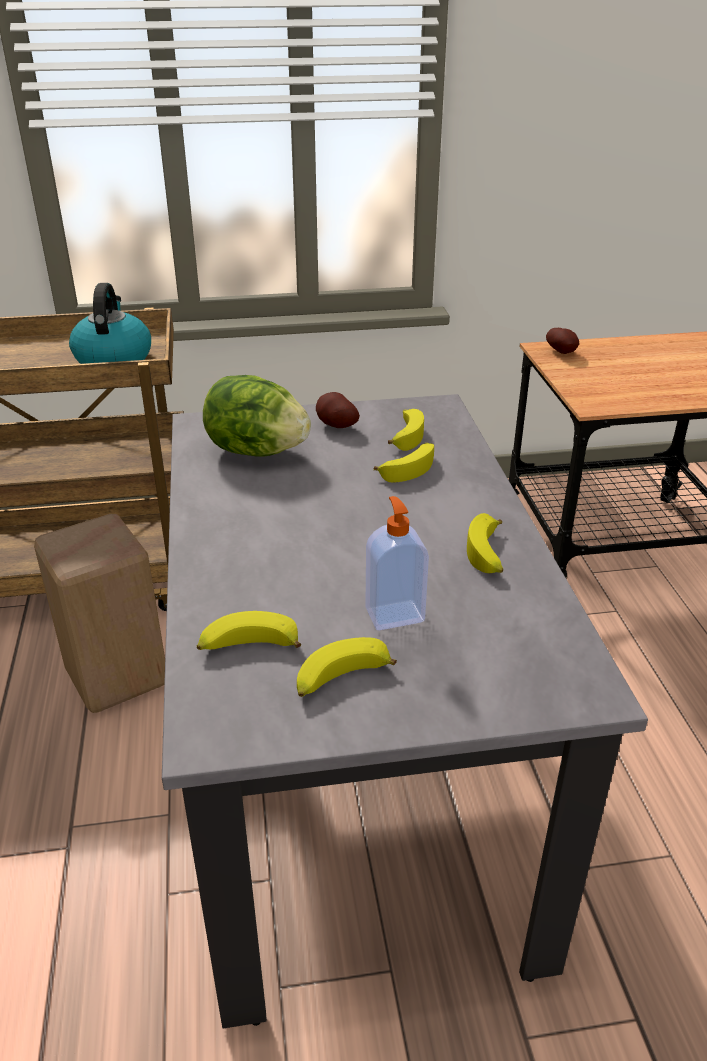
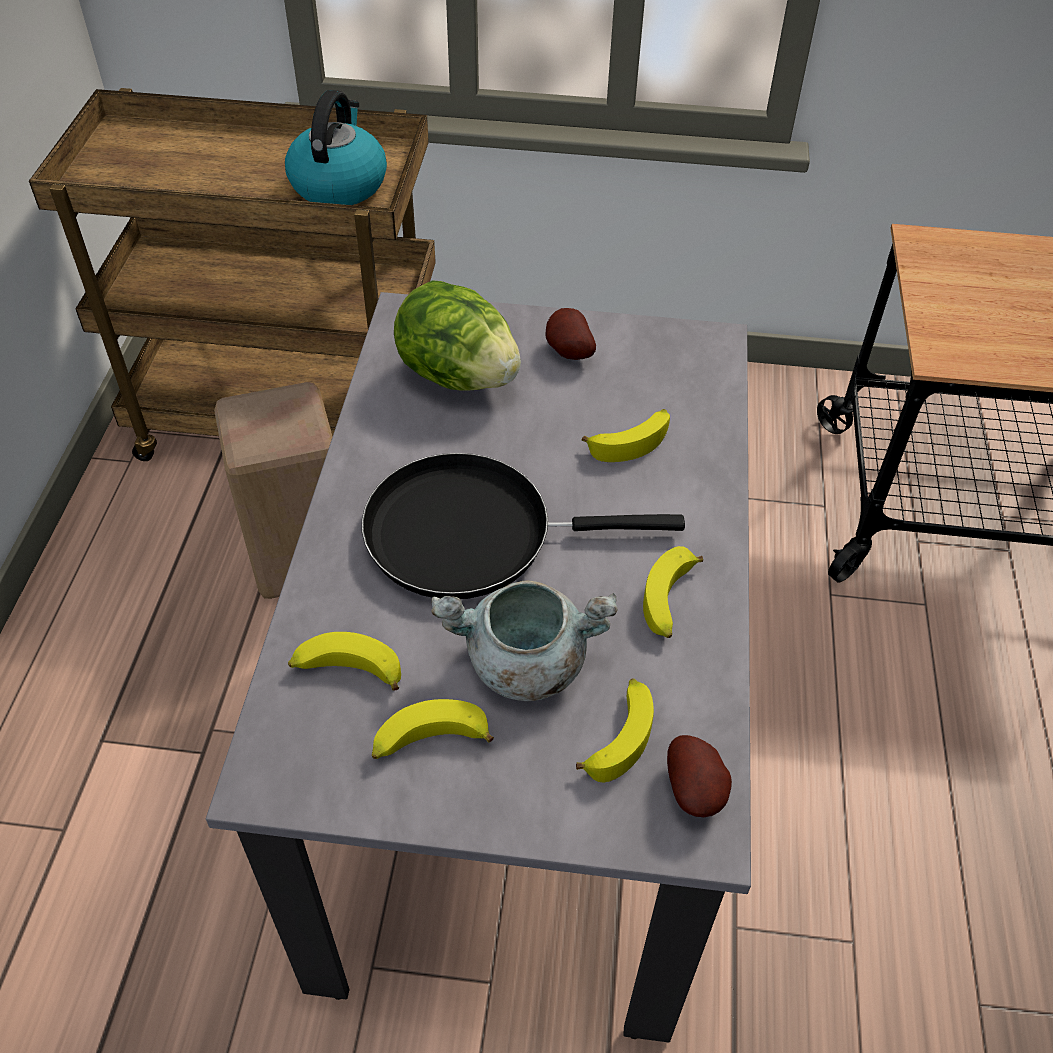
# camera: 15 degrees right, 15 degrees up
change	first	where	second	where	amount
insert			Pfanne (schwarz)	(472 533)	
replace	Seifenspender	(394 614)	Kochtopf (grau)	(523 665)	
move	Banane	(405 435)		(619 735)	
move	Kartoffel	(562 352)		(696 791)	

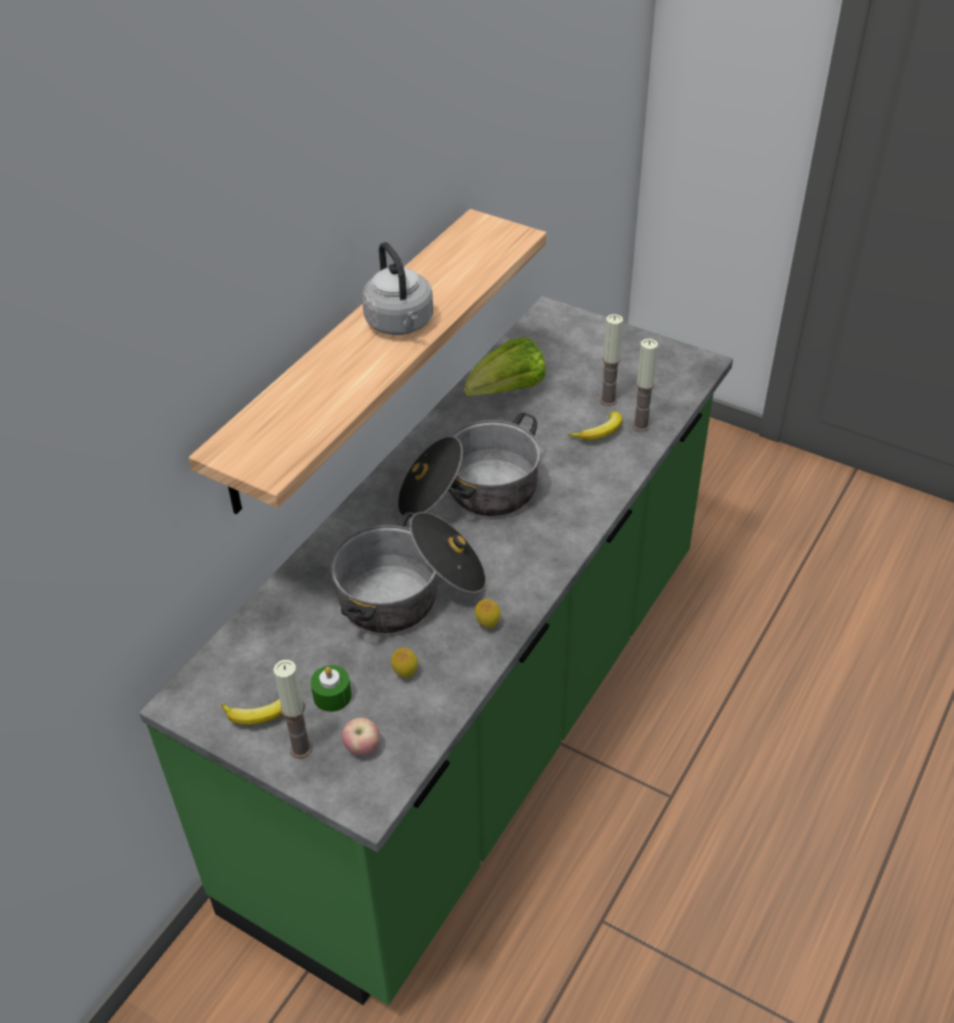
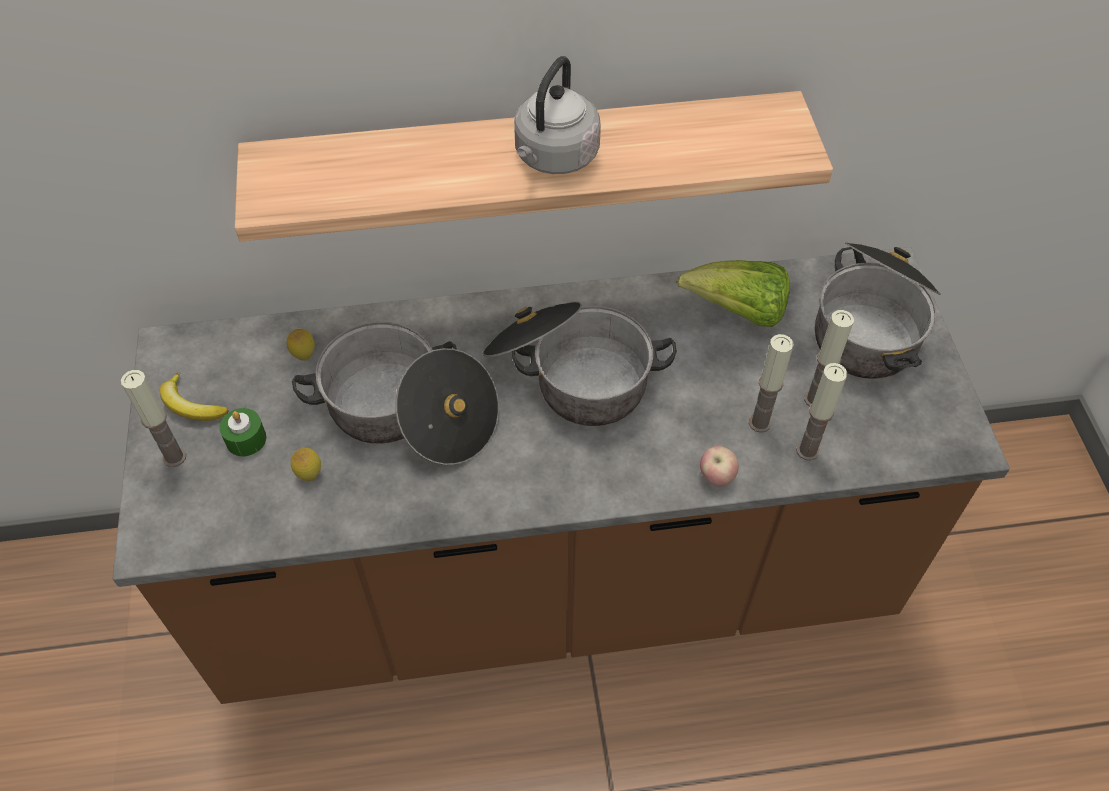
# camera: 50 degrees right, 10 degrees up
change	first	where	second	where	amount
recolor	Küchenzeile (grün)	(481 725)	Küchenzeile (braun)	(554 582)	
move	Zitrone	(487 625)		(304 355)	
move	Apfel	(362 748)		(716 476)	
replace	Banane	(600 432)	Kerze	(760 423)	
insert			Kochtopf	(871 325)	

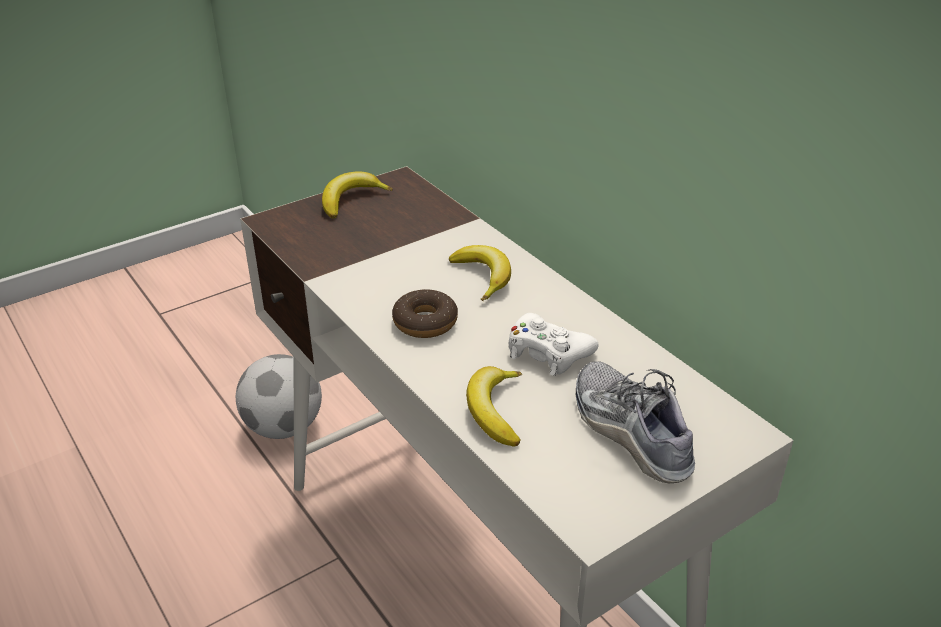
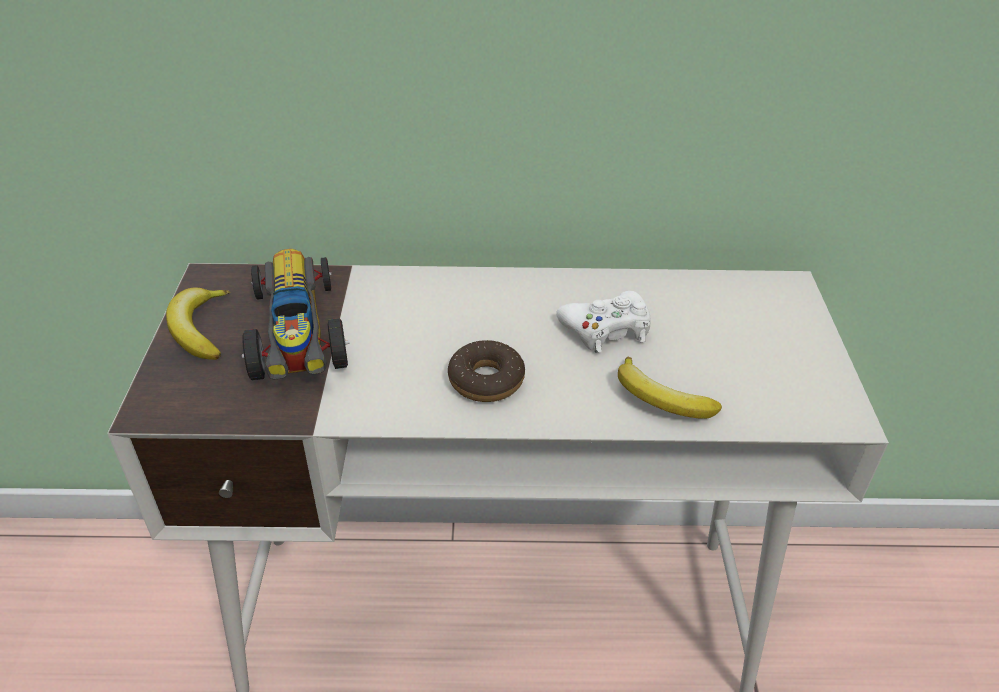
# camera: 55 degrees left, 5 degrees up
change	first	where	second	where	amount
insert			Spielzeugauto	(297 336)	
delete	Fußball	(284 427)			
delete	Banane	(483 277)			
delete	Schuh	(630 432)			

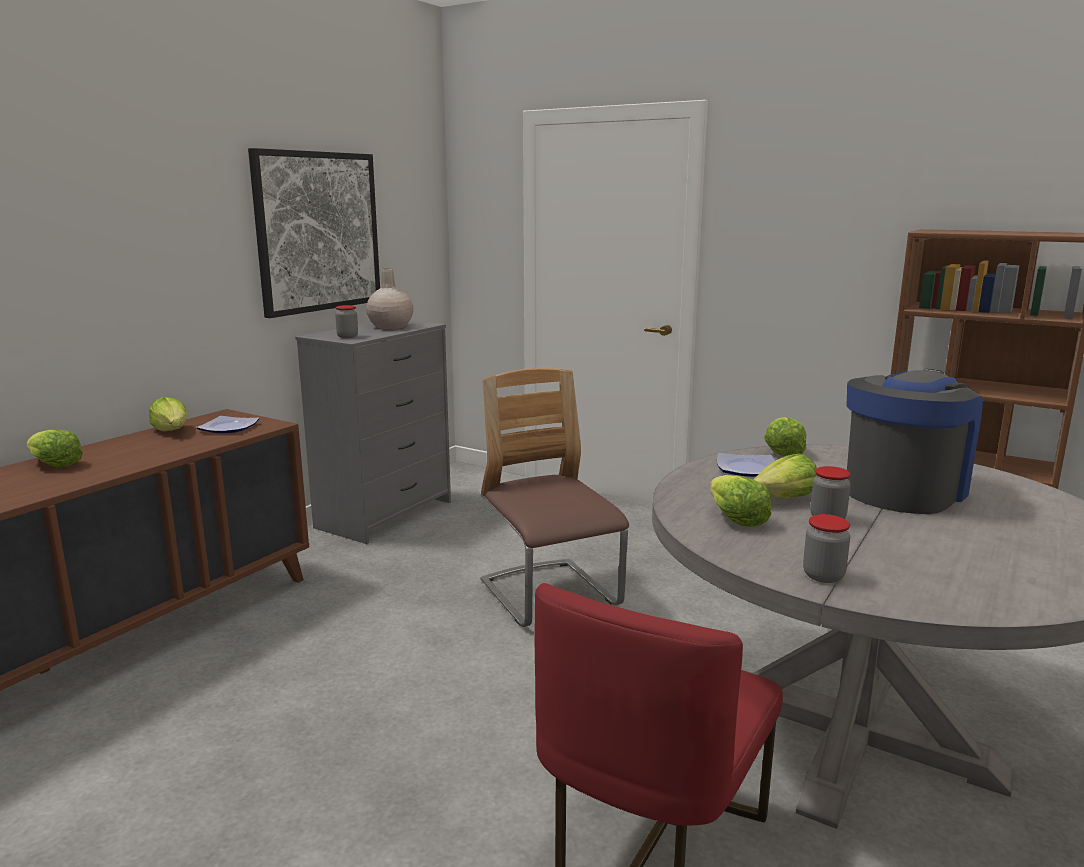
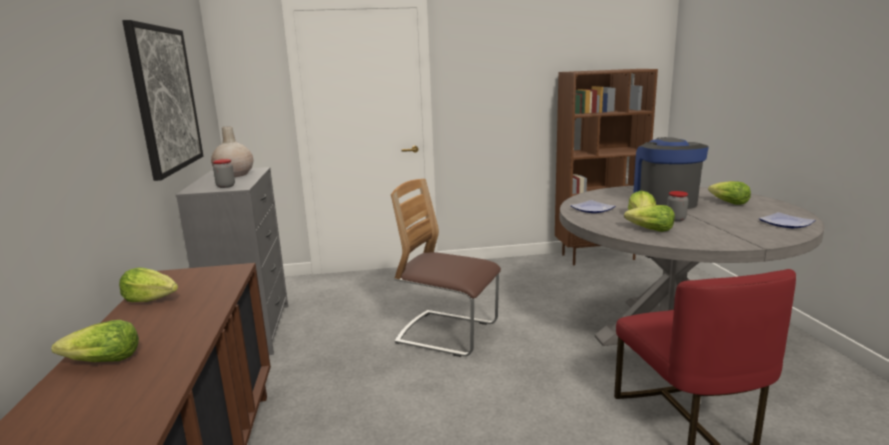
# camera: 40 degrees left, 0 degrees up
change	first	where	second	where	amount
move	Salatkopf	(782 451)		(728 203)	
move	Teller	(228 428)		(784 223)	
delete	Vorratsglas	(823 576)			

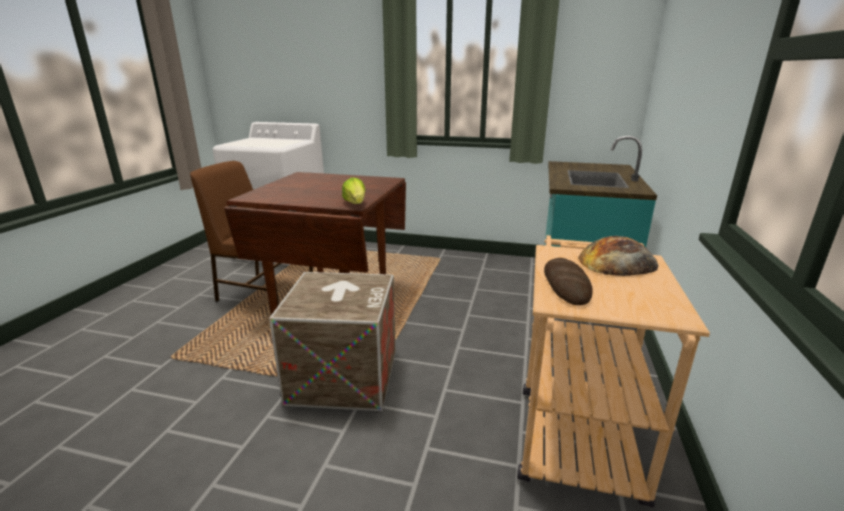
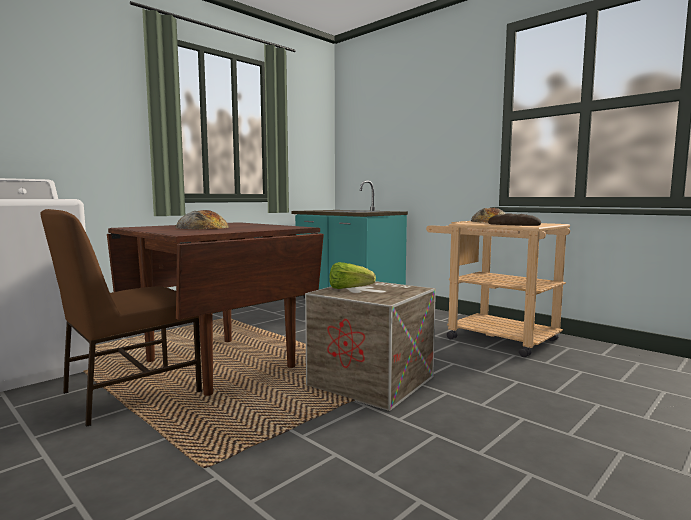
# camera: 60 degrees left, 15 degrees down
change	first	where	second	where	amount
insert			Brot	(202 227)	
move	Salatkopf	(355 204)		(349 289)	

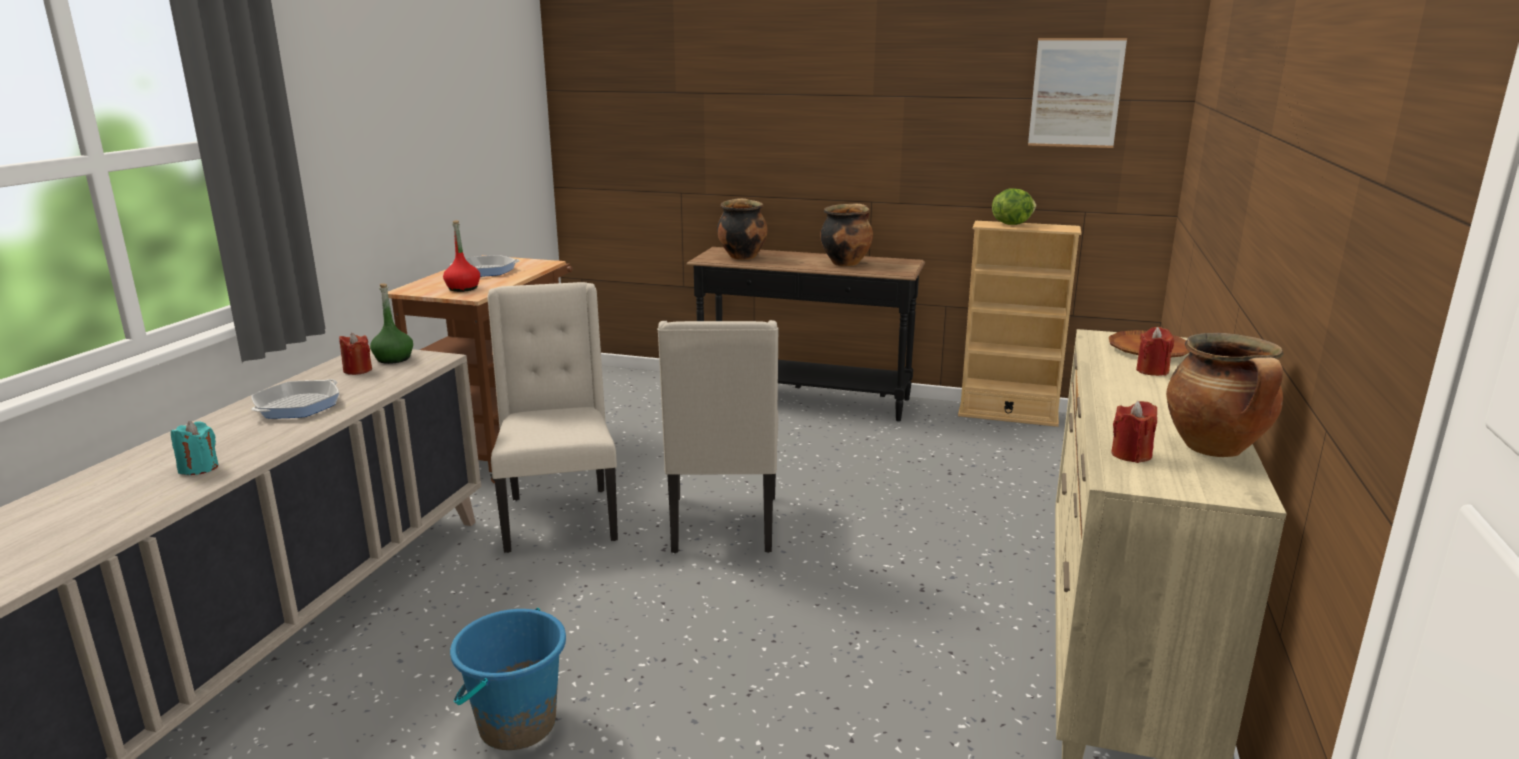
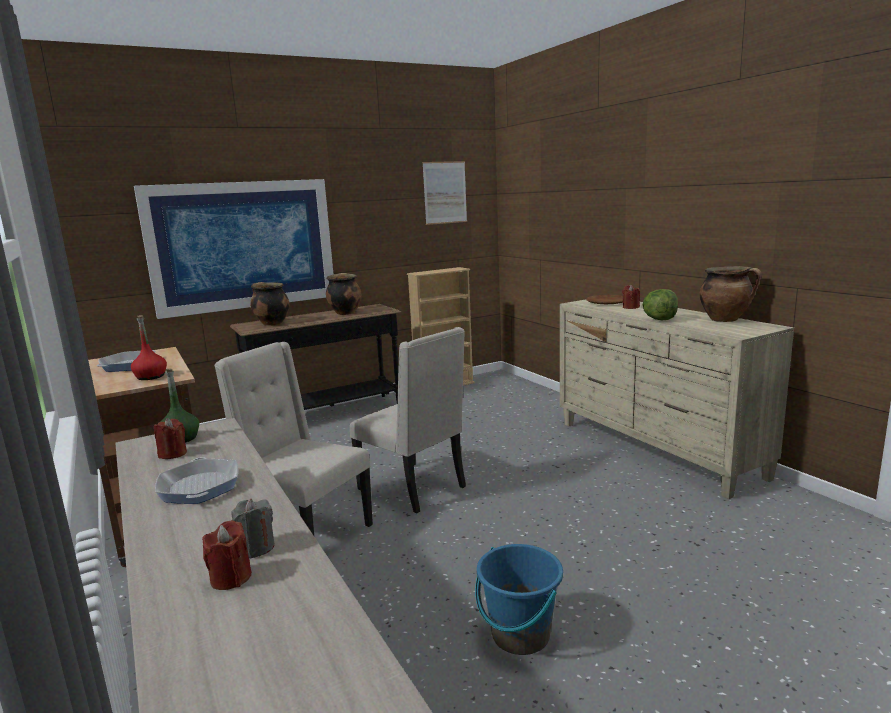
# camera: 45 degrees left, 5 degrees down
change	first	where	second	where	amount
insert			Bild	(242 245)	
move	Kerze (rot)	(1131 455)		(231 578)	
recolor	Kerze (türkis)	(199 468)	Kerze (grau)	(256 548)	
move	Salatkopf	(1011 224)		(660 319)	

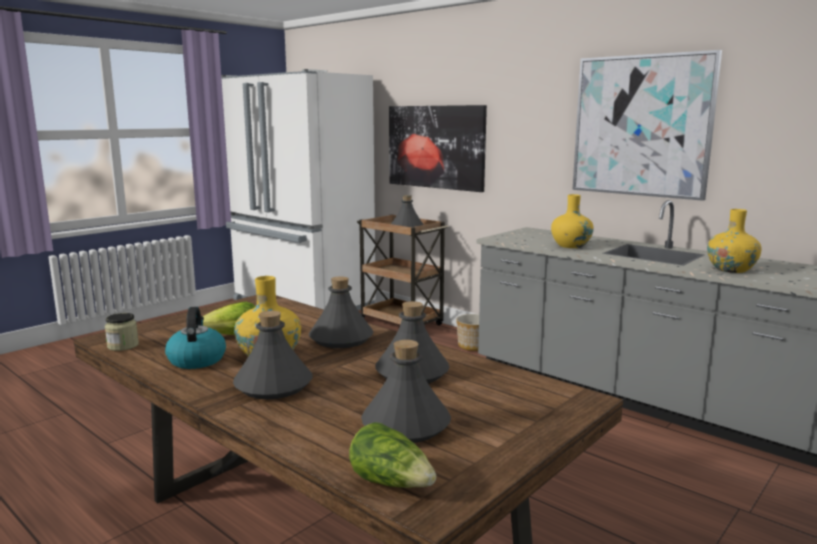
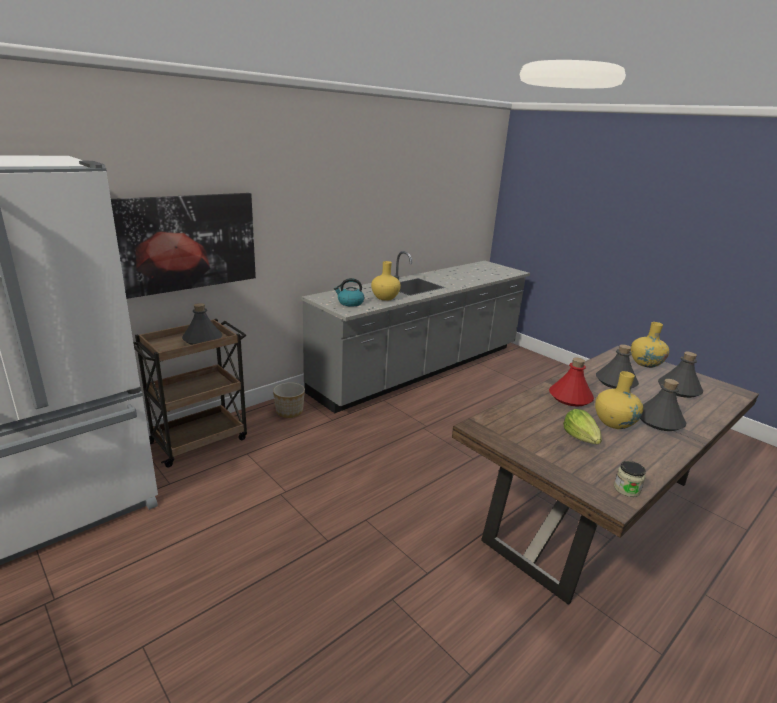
# camera: 85 degrees left, 10 degrees up
change	first	where	second	where	amount
move	Wasserkessel	(196 359)		(350 303)	
recolor	Flasche (grau)	(340 339)	Flasche (rot)	(570 398)	
move	Vase (gelb)	(731 269)		(645 363)	
delete	Salatkopf	(392 483)			
delete	Bild	(641 126)			

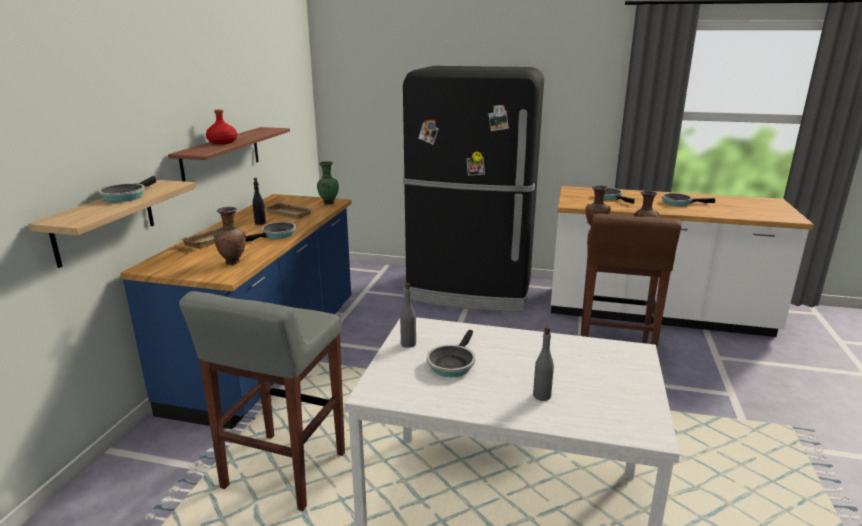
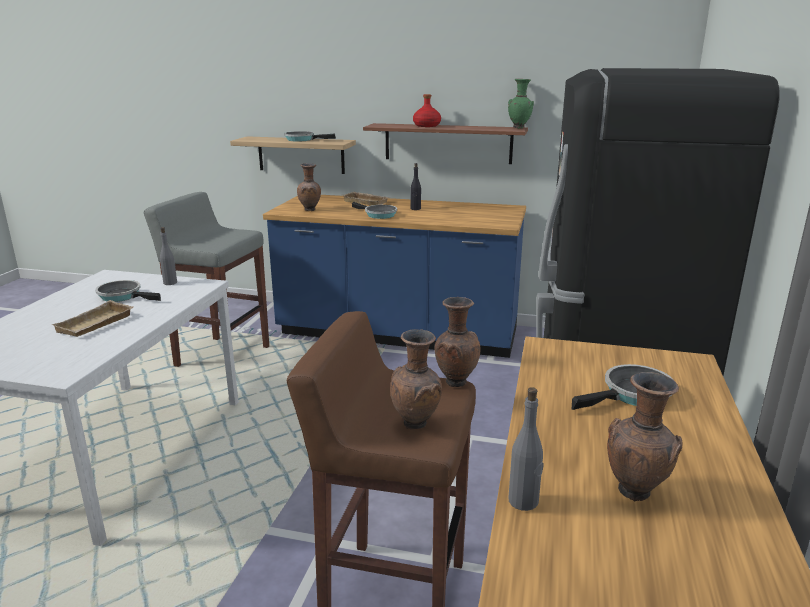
# camera: 90 degrees right, 0 degrees up
change	first	where	second	where	amount
move	Tablett (beige)	(290 213)		(96 325)	
move	Vase (grün)	(328 203)		(519 127)	
move	Flasche (grau)	(542 395)		(523 501)	
replace	Pfanne	(679 203)	Vase (braun)	(636 492)	

